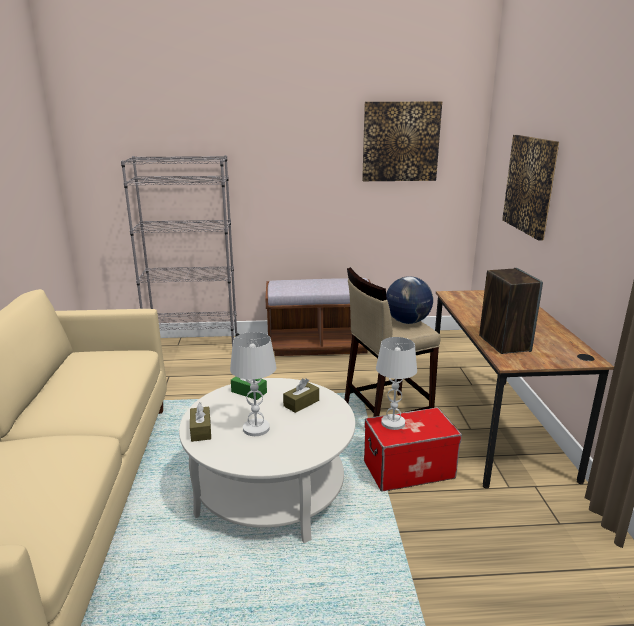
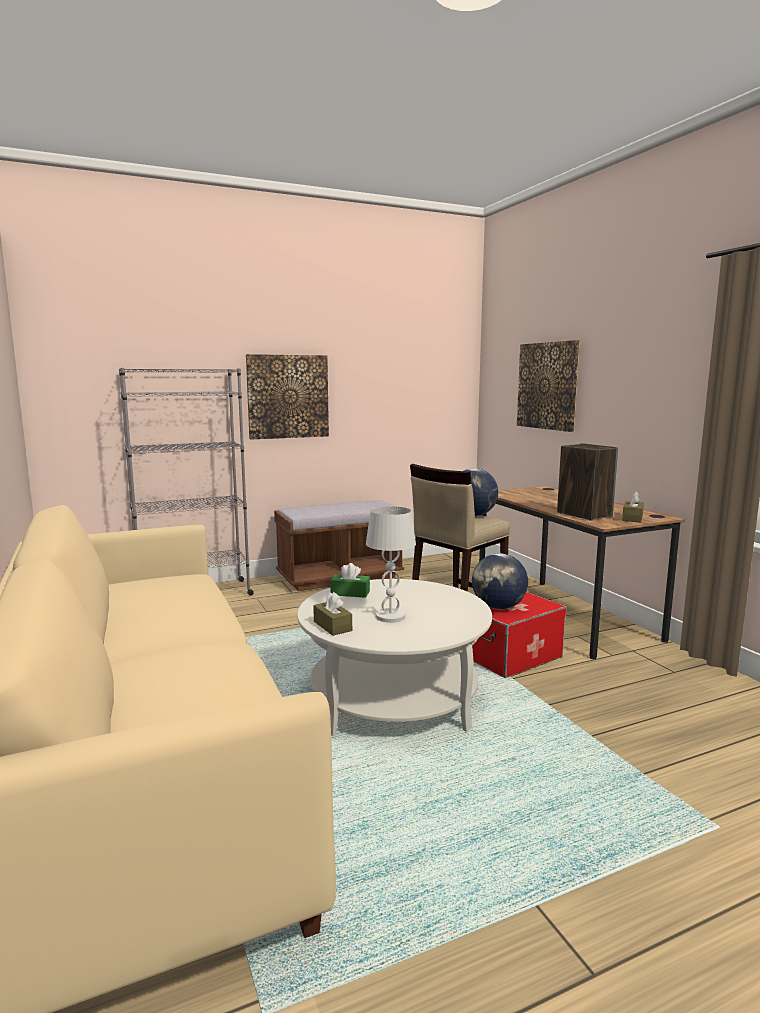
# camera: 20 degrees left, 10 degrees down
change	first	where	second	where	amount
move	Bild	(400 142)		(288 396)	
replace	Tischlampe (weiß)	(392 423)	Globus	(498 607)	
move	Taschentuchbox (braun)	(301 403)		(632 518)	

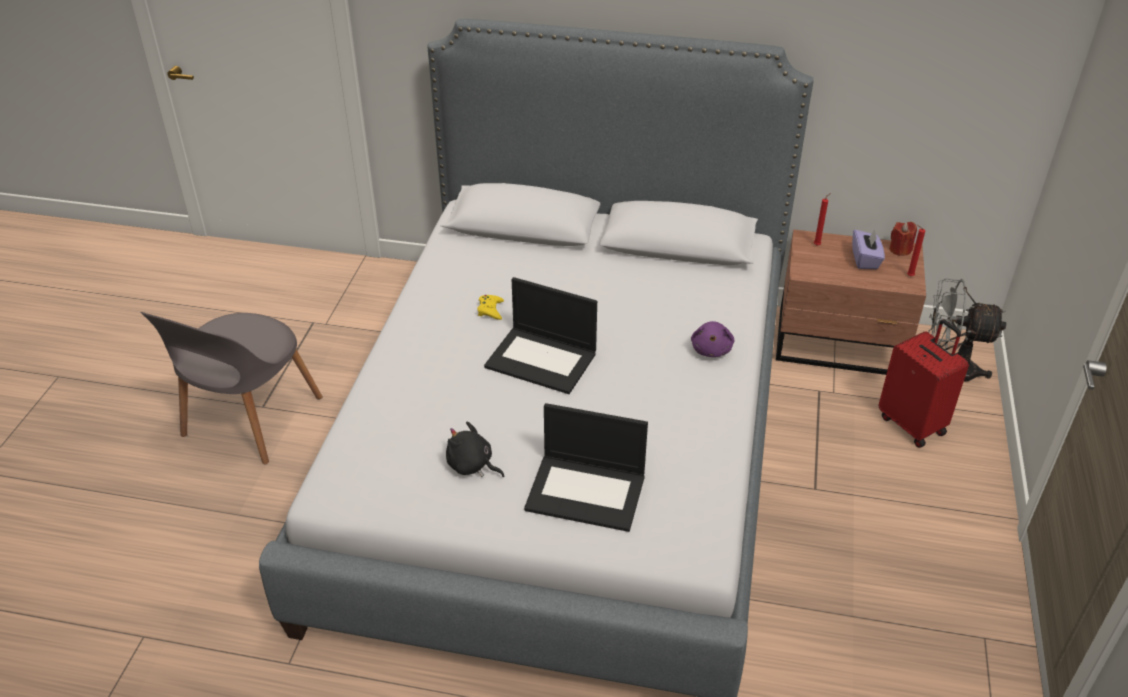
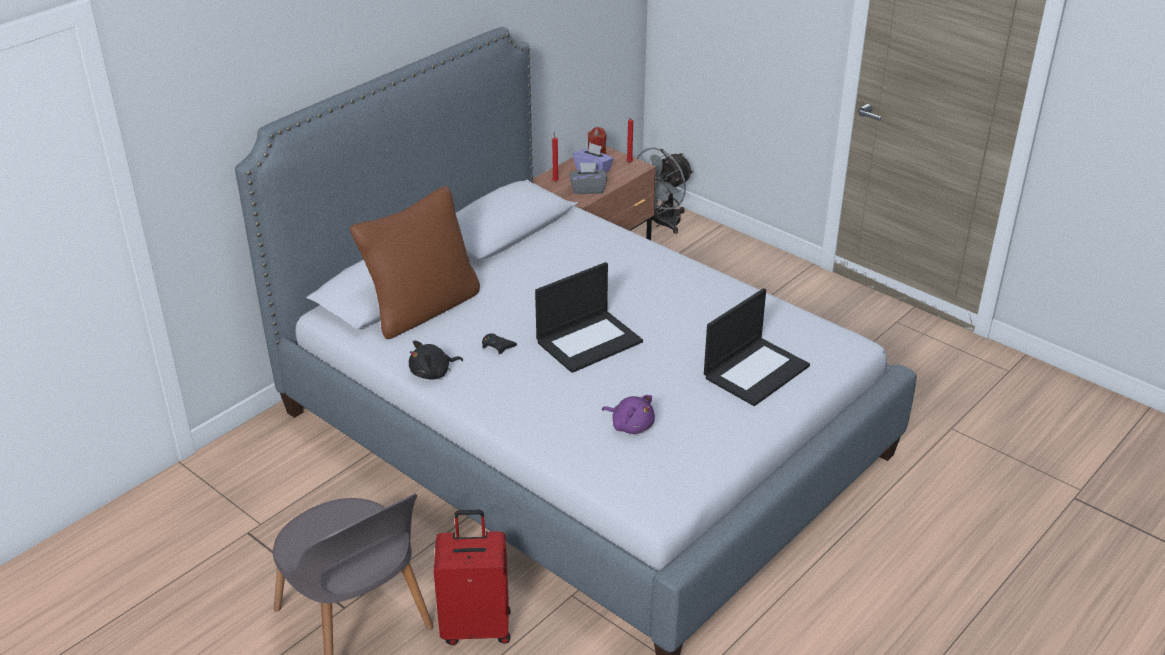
# camera: 60 degrees left, 5 degrees down
change	first	where	second	where	amount
insert			Kissen (braun)	(422 309)	
move	Plüschtier (schwarz)	(472 465)		(433 373)	
move	Koffer (rot)	(913 424)		(476 626)	
recolor	Gamepad (gelb)	(490 310)	Gamepad (schwarz)	(497 346)	
insert			Taschentuchbox (grau)	(588 189)	
move	Plüschtier (lila)	(711 349)		(630 425)	

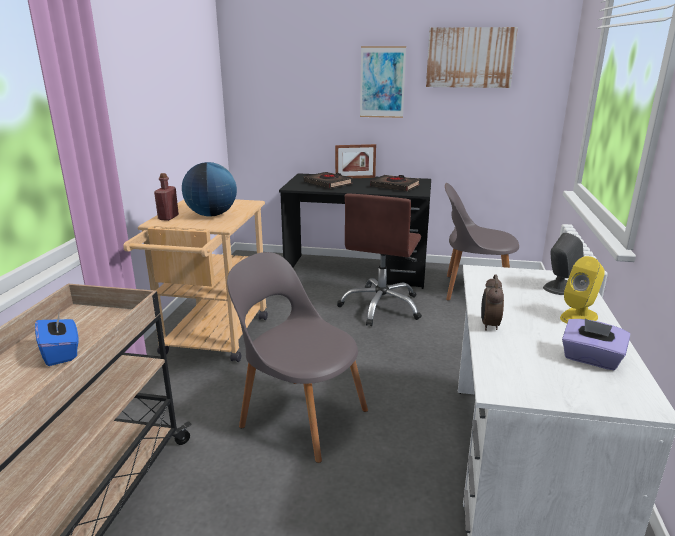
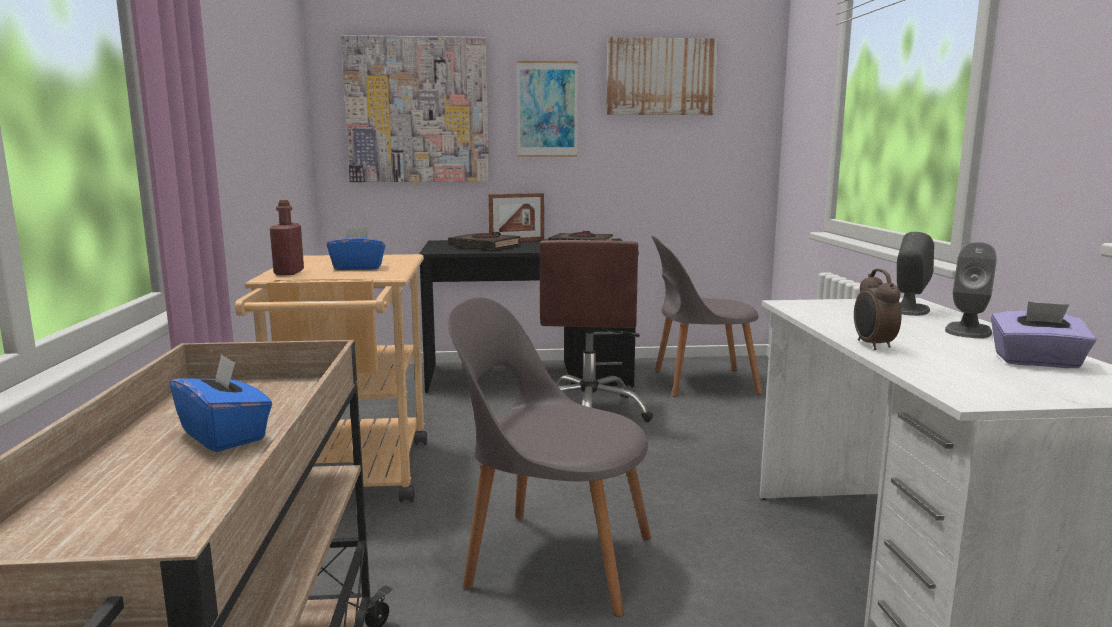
# camera: 15 degrees left, 10 degrees down
change	first	where	second	where	amount
replace	Globus	(211 215)	Taschentuchbox (blau)	(358 268)	
insert			Bild	(417 110)	
recolor	Lautsprecher (gelb)	(579 317)	Lautsprecher (grau)	(968 330)	

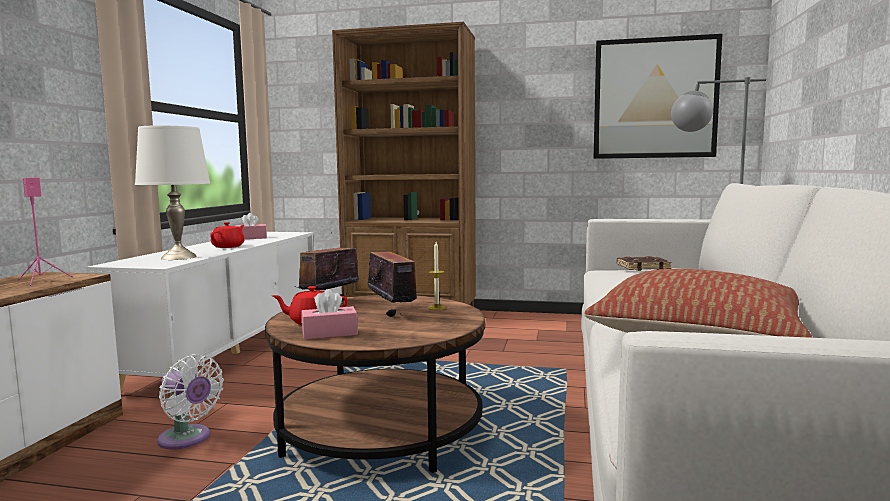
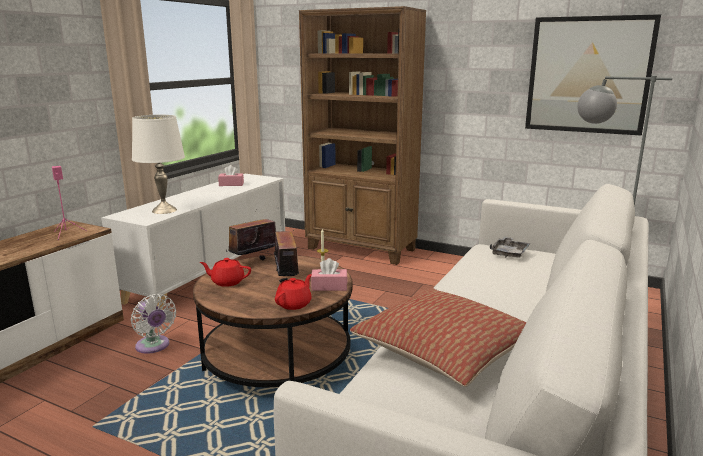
# camera: 15 degrees right, 10 degrees up
change	first	where	second	where	amount
move	Teekanne (rot)	(229 246)		(294 304)	
move	Taschentuchbox (rosa)	(329 333)		(329 287)	
replace	Buch (braun)	(643 267)	Tablett (grau)	(509 253)	

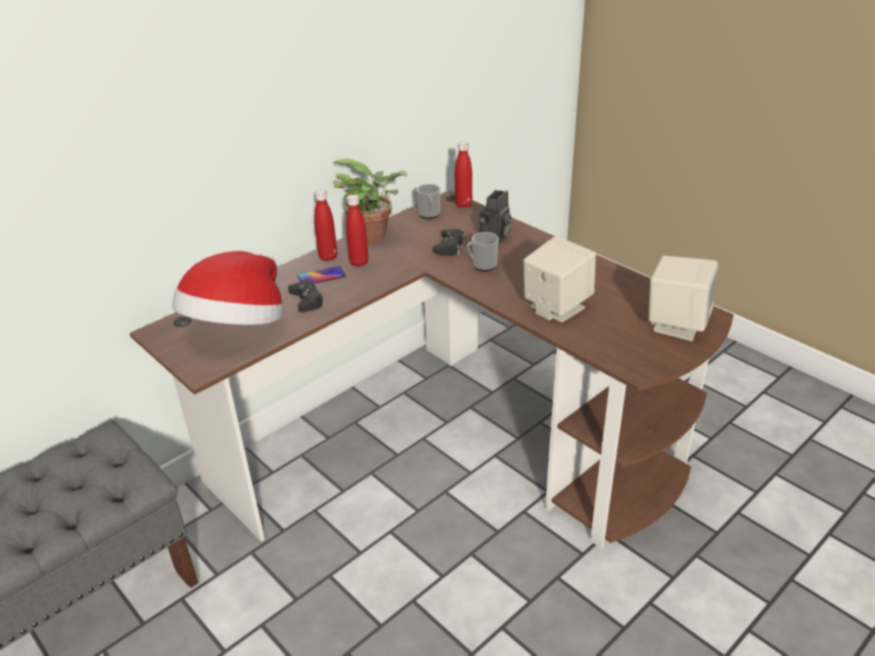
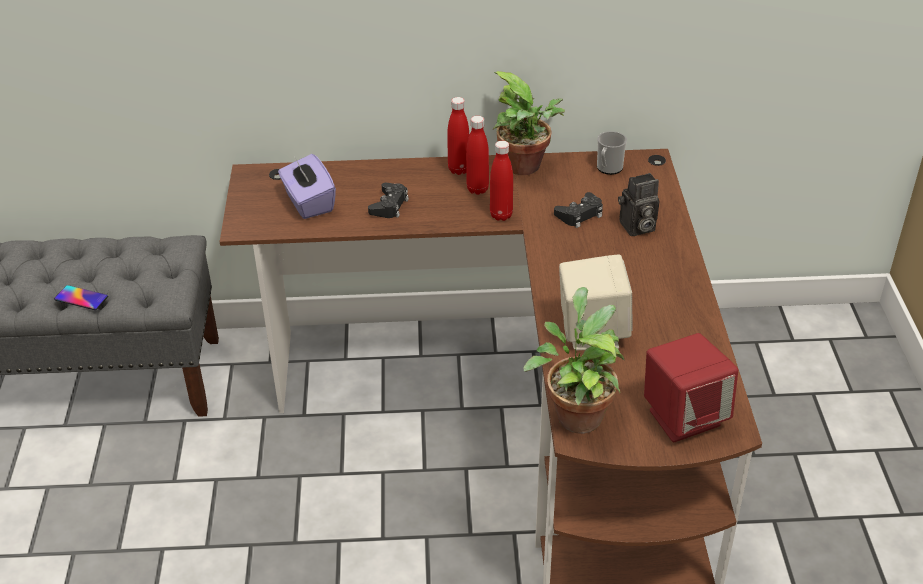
# camera: 40 degrees right, 5 degrees up
change	first	where	second	where	amount
move	Handy	(321 276)		(81 298)	
replace	Hut	(237 328)	Taschentuchbox (lila)	(308 202)	
move	Flasche (rot)	(463 204)		(501 215)	
insert			Topfpflanze	(576 413)	
recolor	Lautsprecher (beige)	(676 324)	Lautsprecher (rot)	(684 417)	
delete	Henkelbecher	(482 265)			

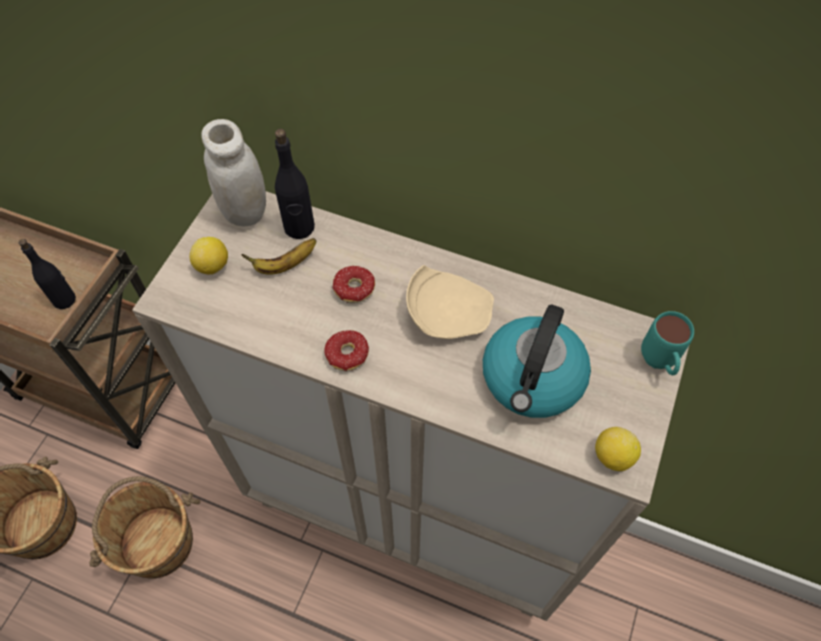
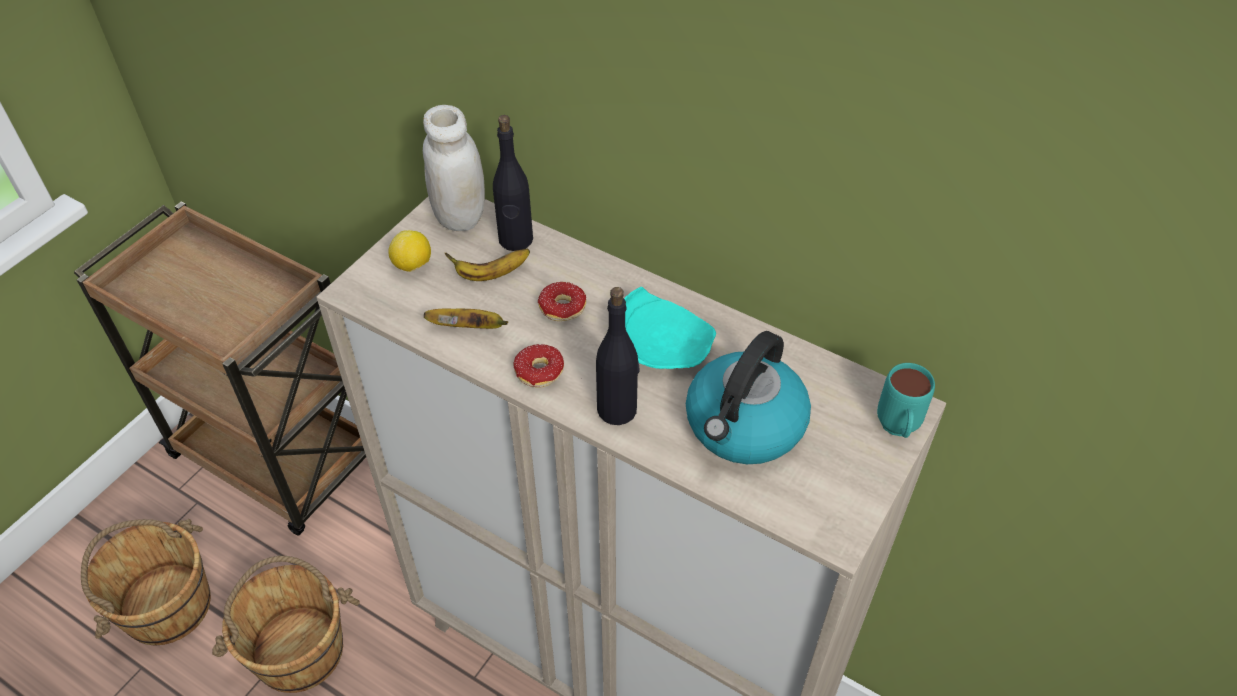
# camera: 10 degrees right, 10 degrees down
change	first	where	second	where	amount
insert			Banane	(469 328)	
move	Flasche (schwarz)	(65 299)		(617 409)	
recolor	Teller (beige)	(447 312)	Teller (türkis)	(662 345)	
delete	Zitrone	(612 456)			

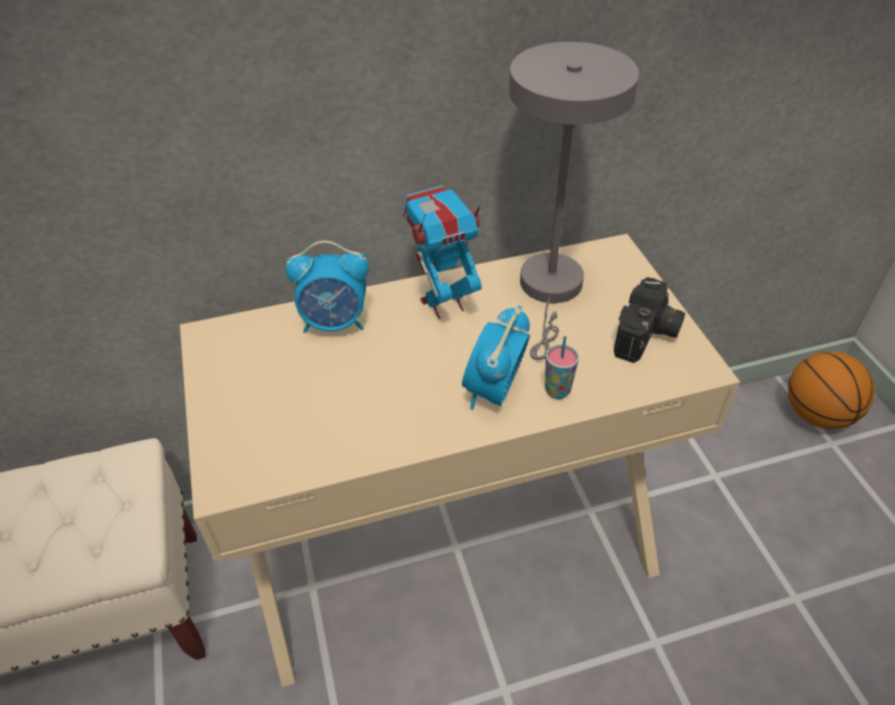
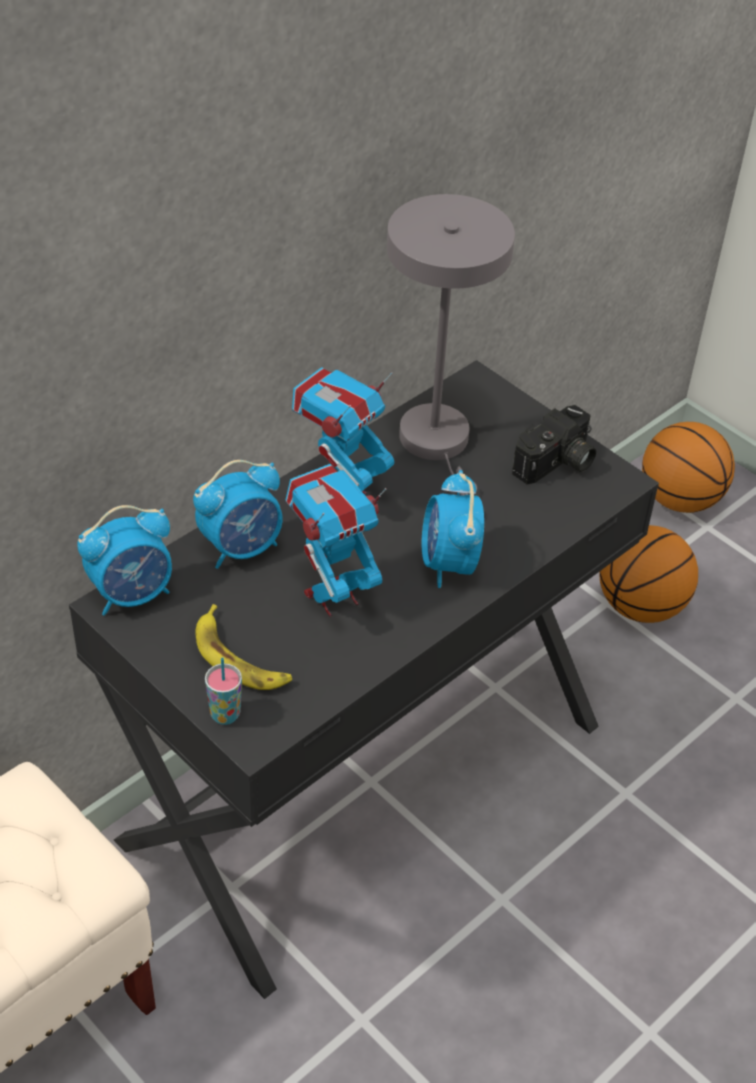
# camera: 30 degrees left, 0 degrees up
change	first	where	second	where	amount
recolor	Schreibtisch (beige)	(451 542)	Schreibtisch (schwarz)	(363 778)	
insert			Wecker	(133 594)	
insert			Banane	(240 658)	
move	Tasse	(557 391)		(225 715)	
insert			Spielzeugroboter	(332 596)	
rotate	Kamera	(647 336)		(556 464)	45 degrees clockwise
insert			Basketball	(641 606)	

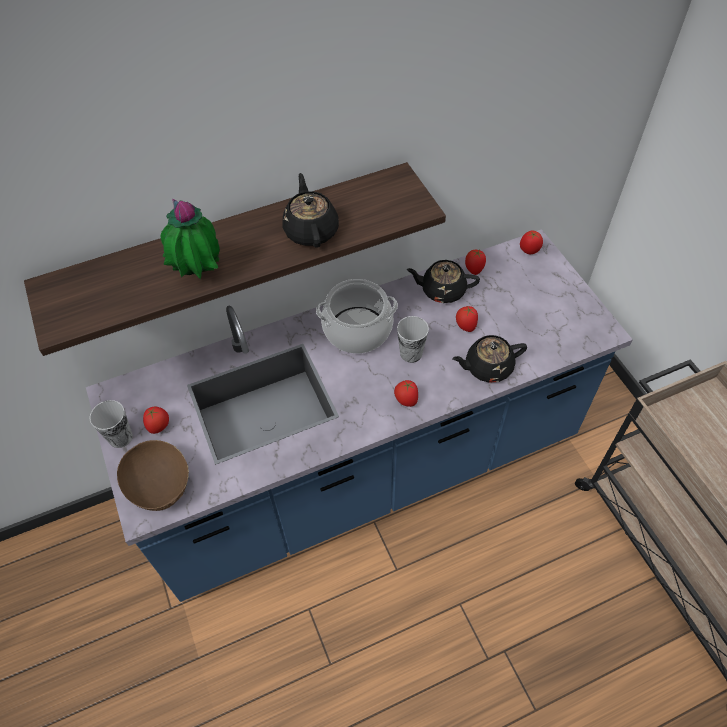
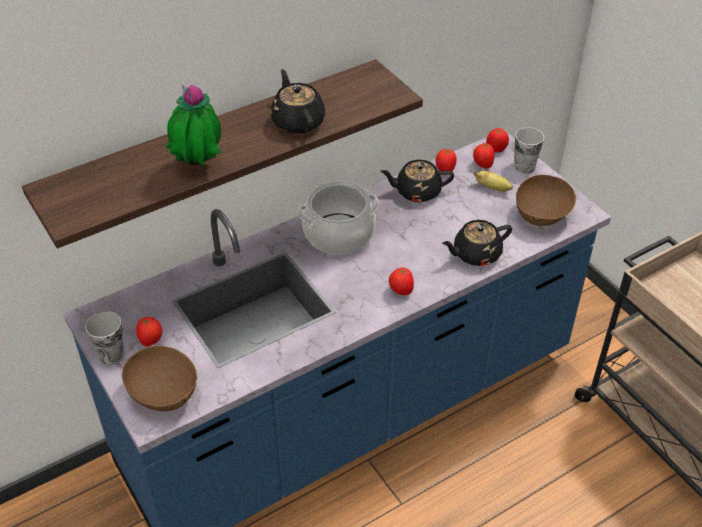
# camera: 10 degrees left, 10 degrees down
change	first	where	second	where	amount
move	Tomate	(465 326)		(482 165)	
insert			Banane	(493 188)	
move	Tasse	(411 353)		(524 166)	
insert			Schüssel (braun)	(542 215)	

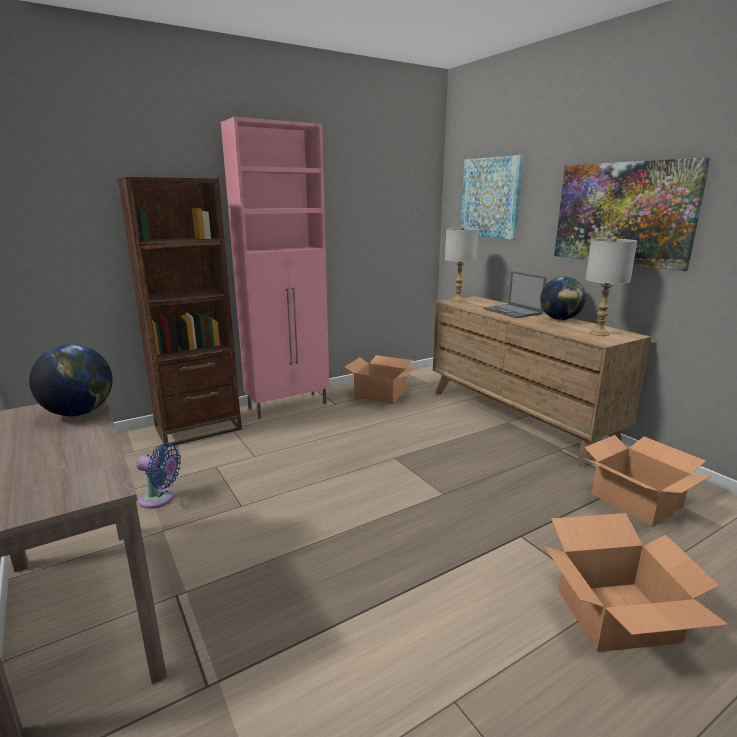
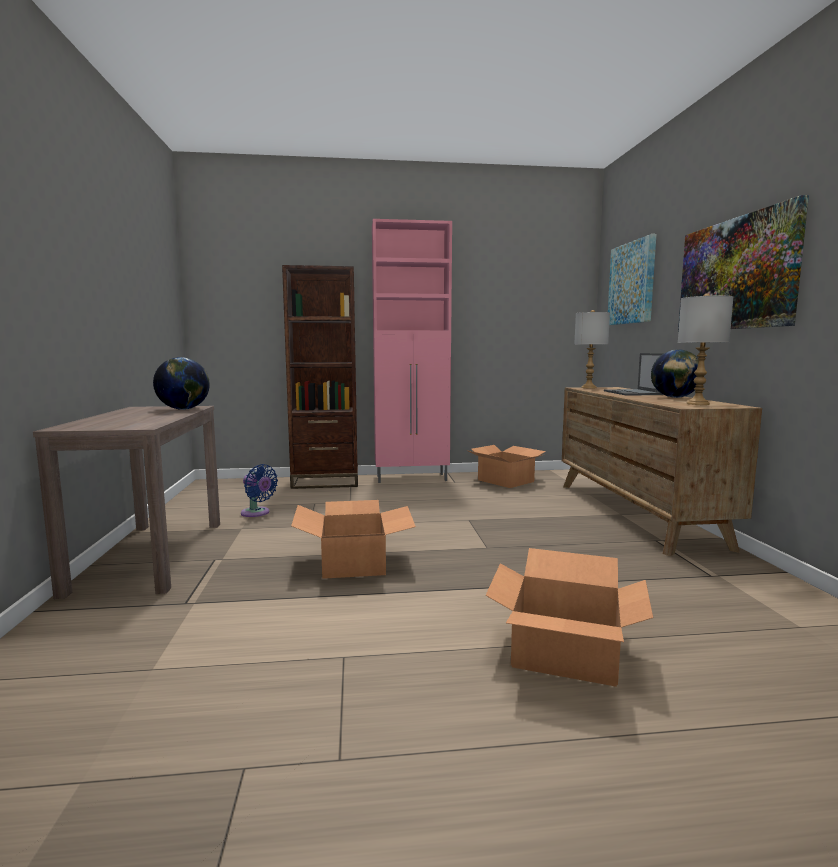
# camera: 25 degrees right, 10 degrees down
change	first	where	second	where	amount
move	Karton	(636 500)		(354 562)	

